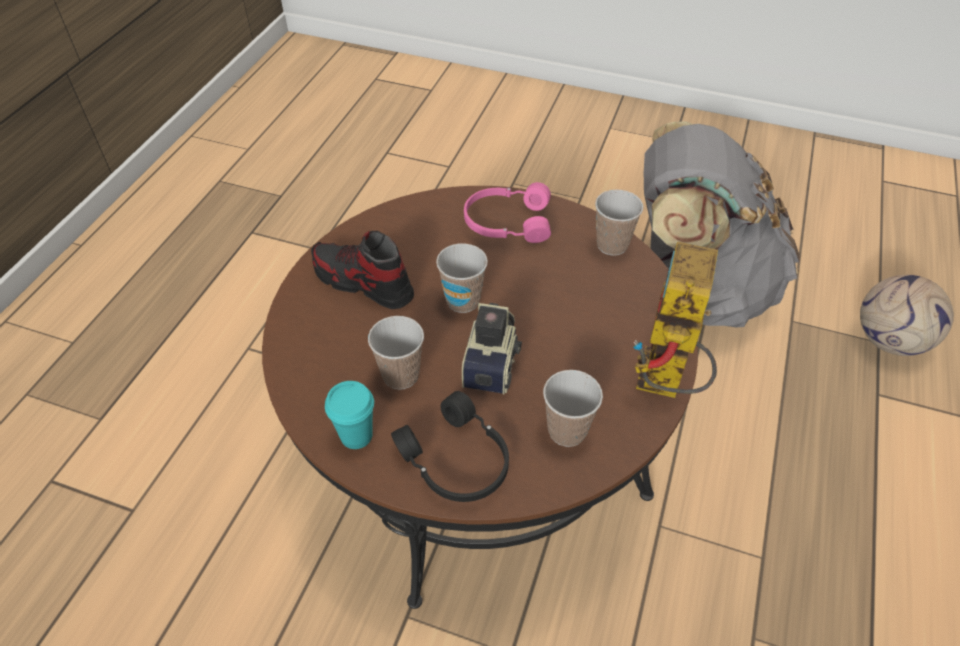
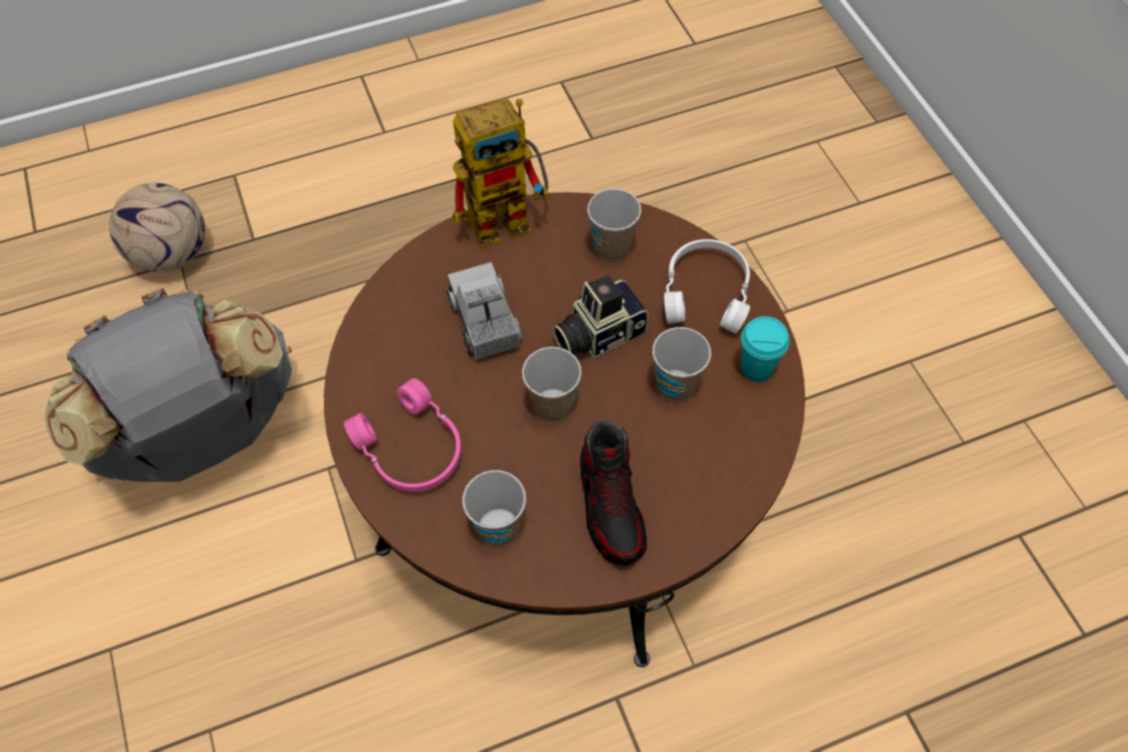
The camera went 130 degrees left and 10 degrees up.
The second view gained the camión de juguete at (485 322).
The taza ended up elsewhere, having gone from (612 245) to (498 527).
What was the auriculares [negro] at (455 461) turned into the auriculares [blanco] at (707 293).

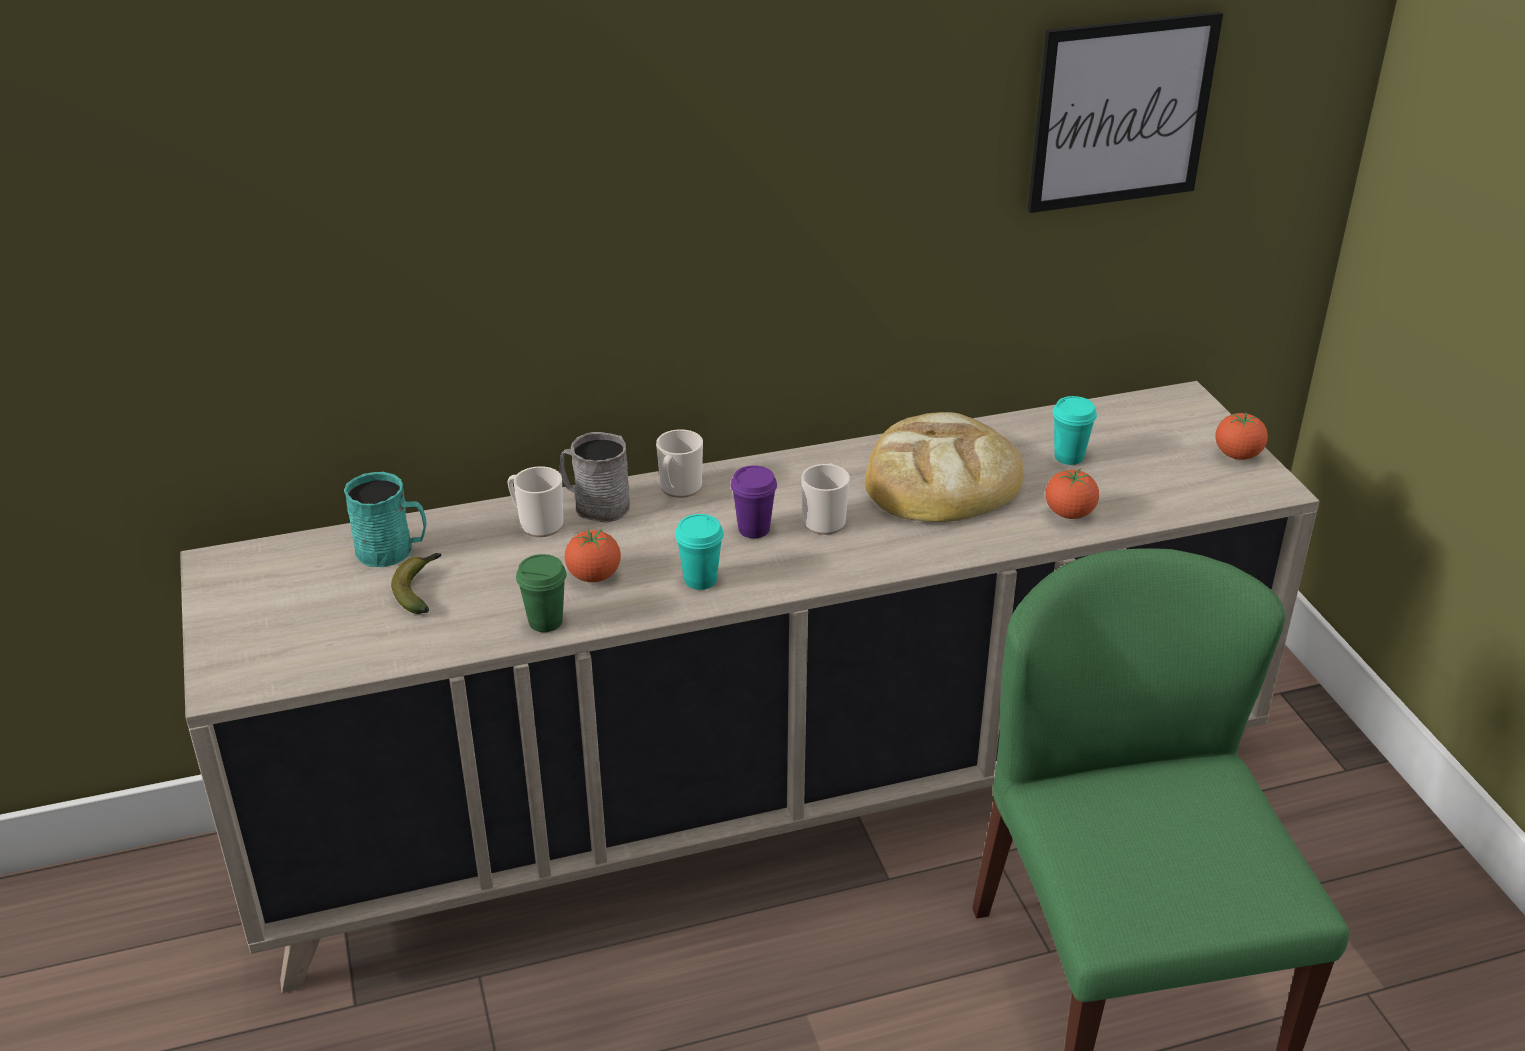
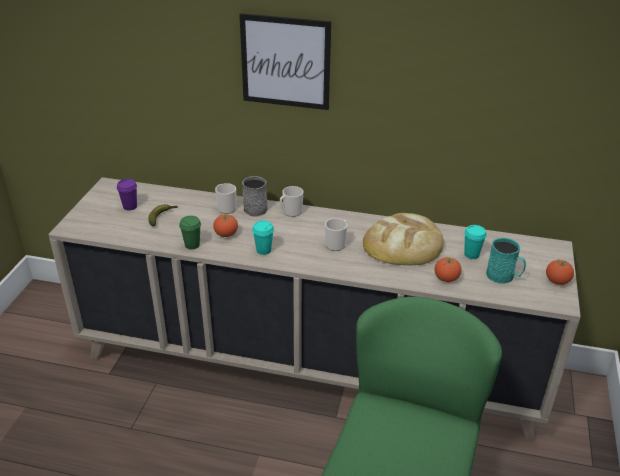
The camera went 30 degrees right and 0 degrees up.
The taza grande [turquesa] ended up elsewhere, having gone from (392 550) to (503 276).
The taza [morado] ended up elsewhere, having gone from (754 529) to (130 206).
The cuadro ended up elsewhere, having gone from (1121 112) to (285 62).

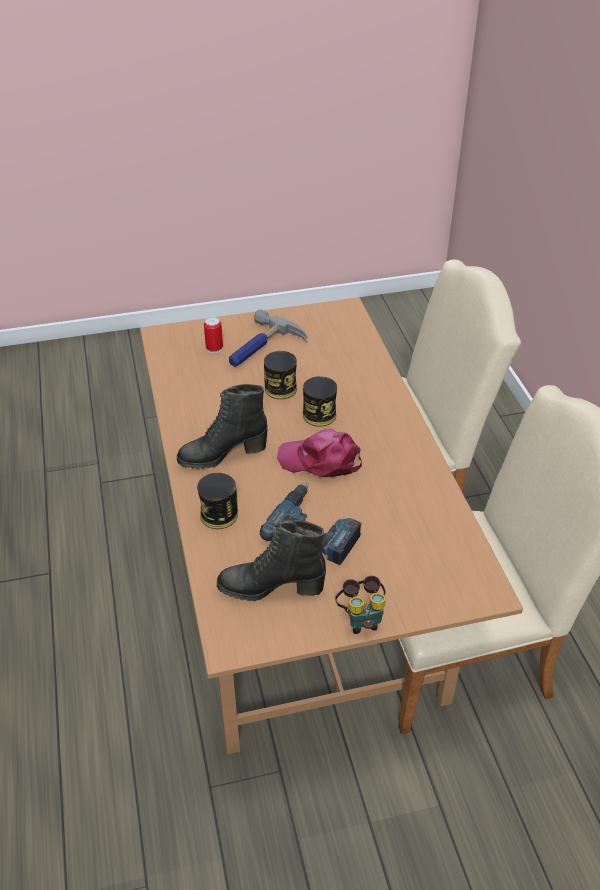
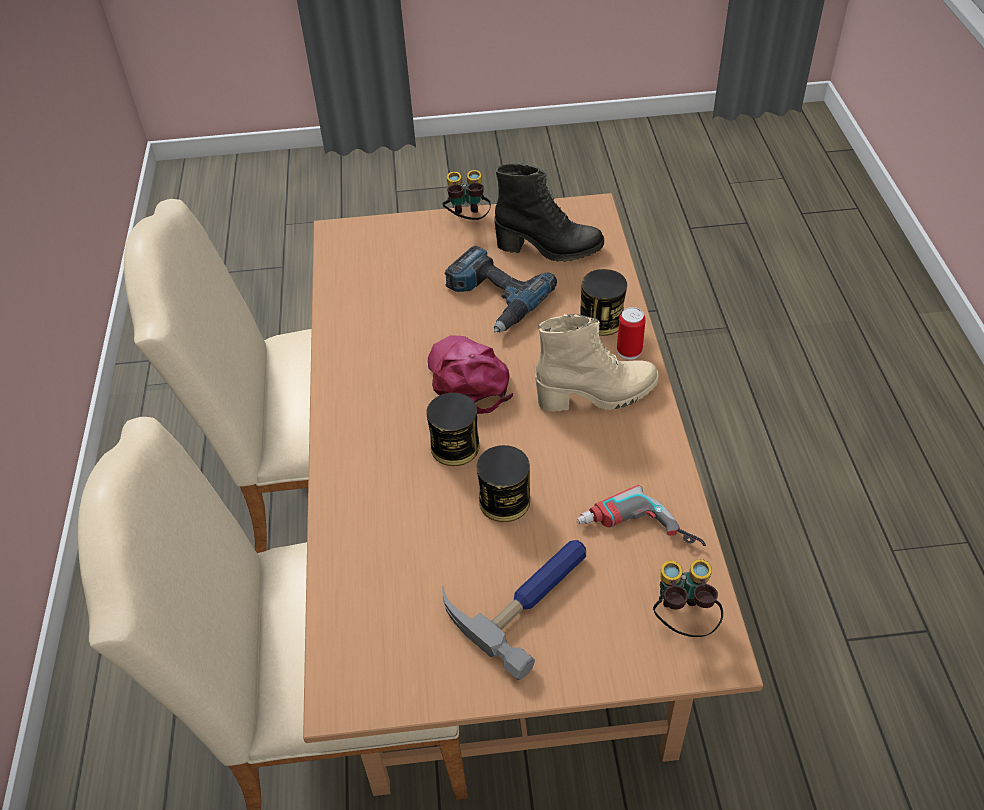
The camera went 170 degrees left and 5 degrees up.
The second view gained the taladro at (638 535).
The second view gained the prismáticos at (682 620).
The lata ended up elsewhere, having gone from (214 348) to (629 351).
What was the bota [negro] at (222 454) turned into the bota [beis] at (597 396).
The gorra [rosa] at (321 460) ended up facing another way, 135 degrees counterclockwise from before.

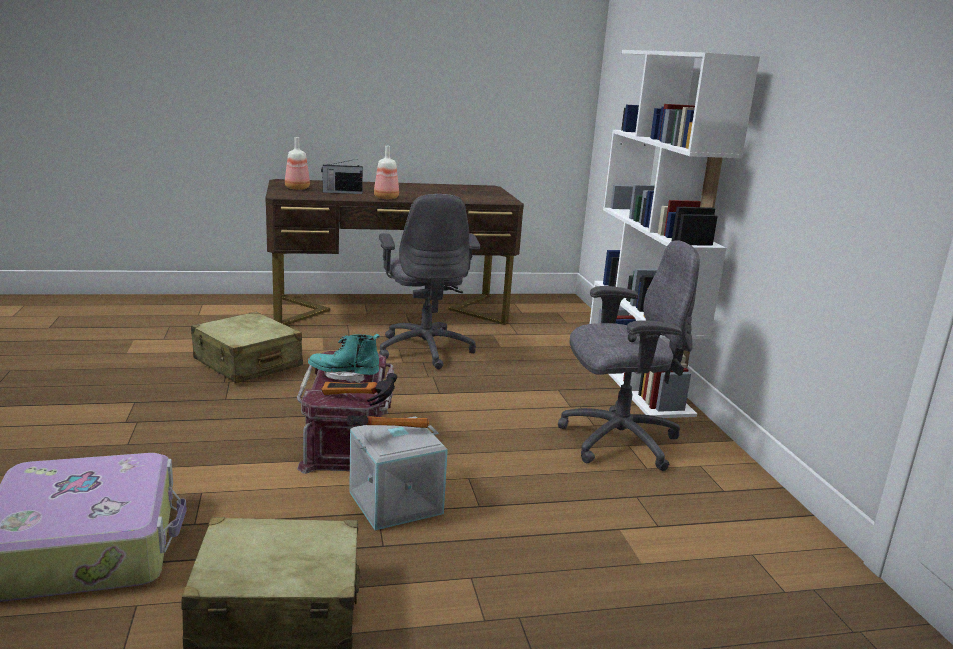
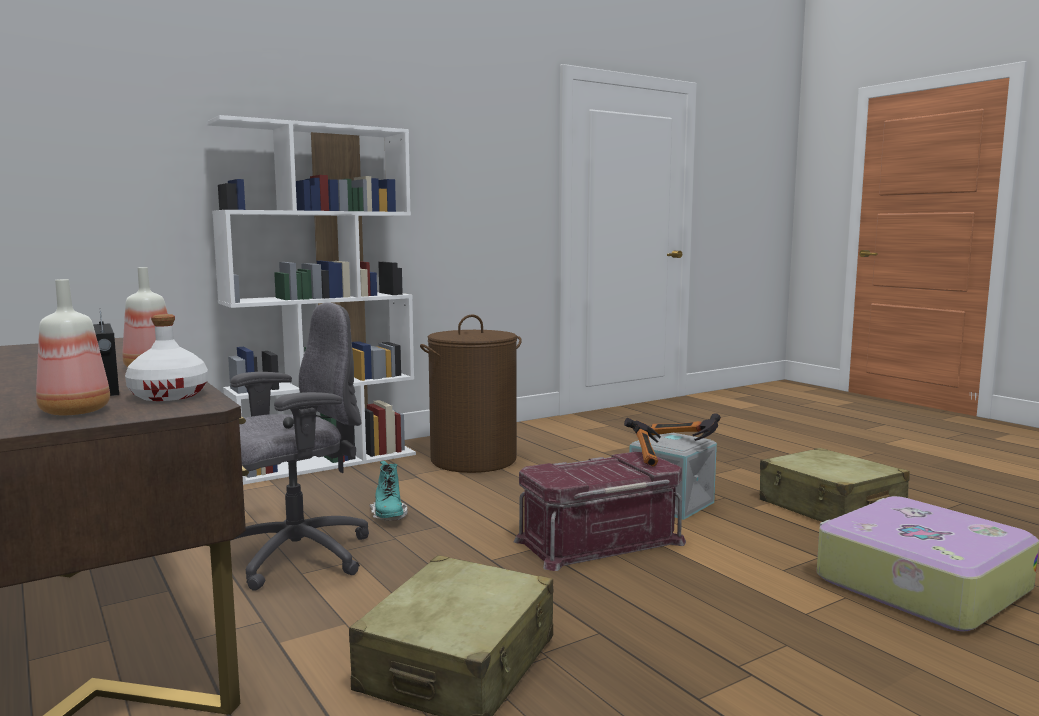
The camera went 110 degrees left and 10 degrees down.
The second view gained the botella [blanco] at (169 395).
The bota [turquesa] ended up elsewhere, having gone from (344 376) to (389 516).
Where the silla de oficina [gris] stood at (617 441), the cesto de la ropa [marrón] came to stand at (473 460).

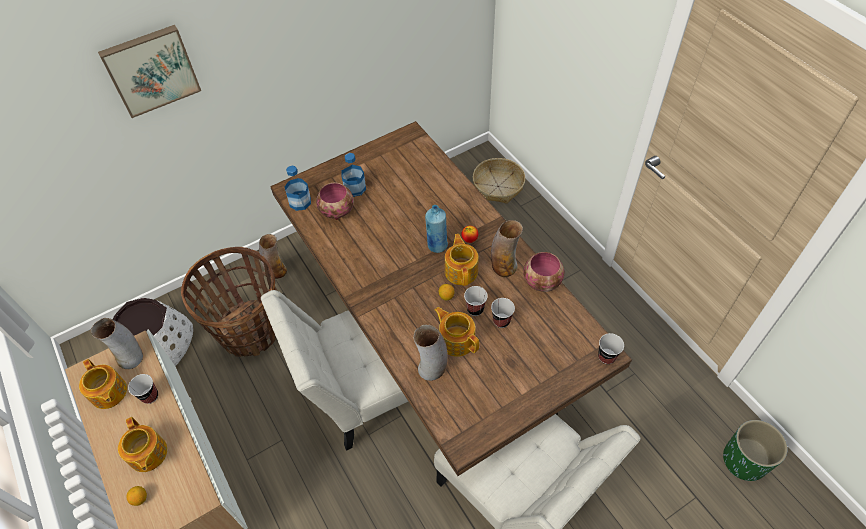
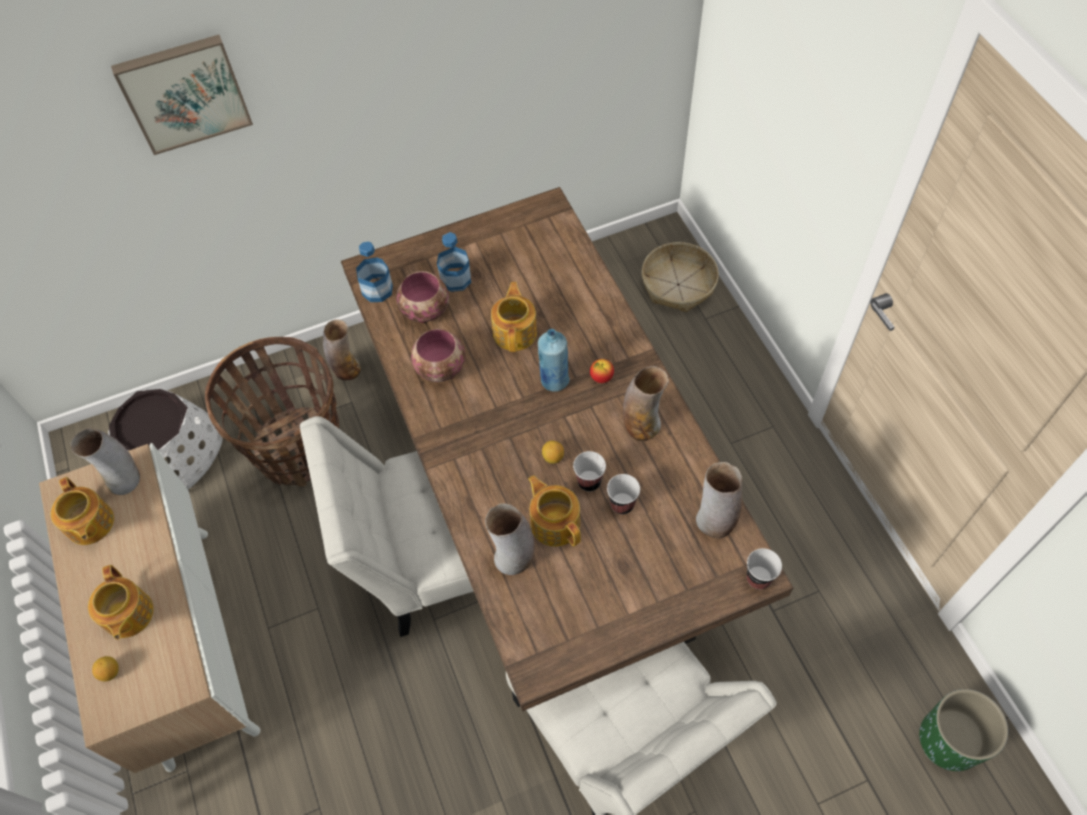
The camera went 10 degrees right and 5 degrees up.
The second view lost the taza at (150 396).
The second view gained the florero at (715 522).
The tetera ended up elsewhere, having gone from (461 270) to (515 332).
The cuenco ended up elsewhere, having gone from (543 282) to (442 369).

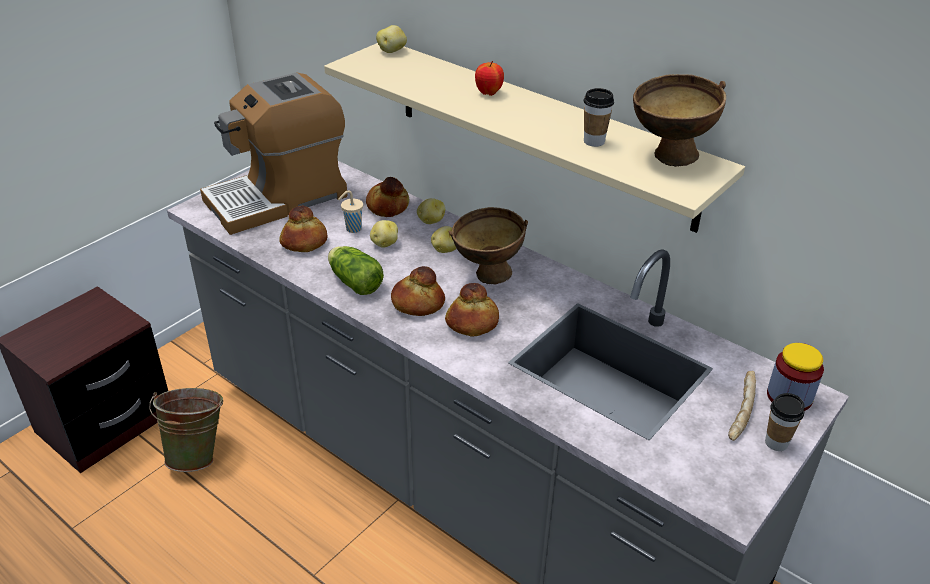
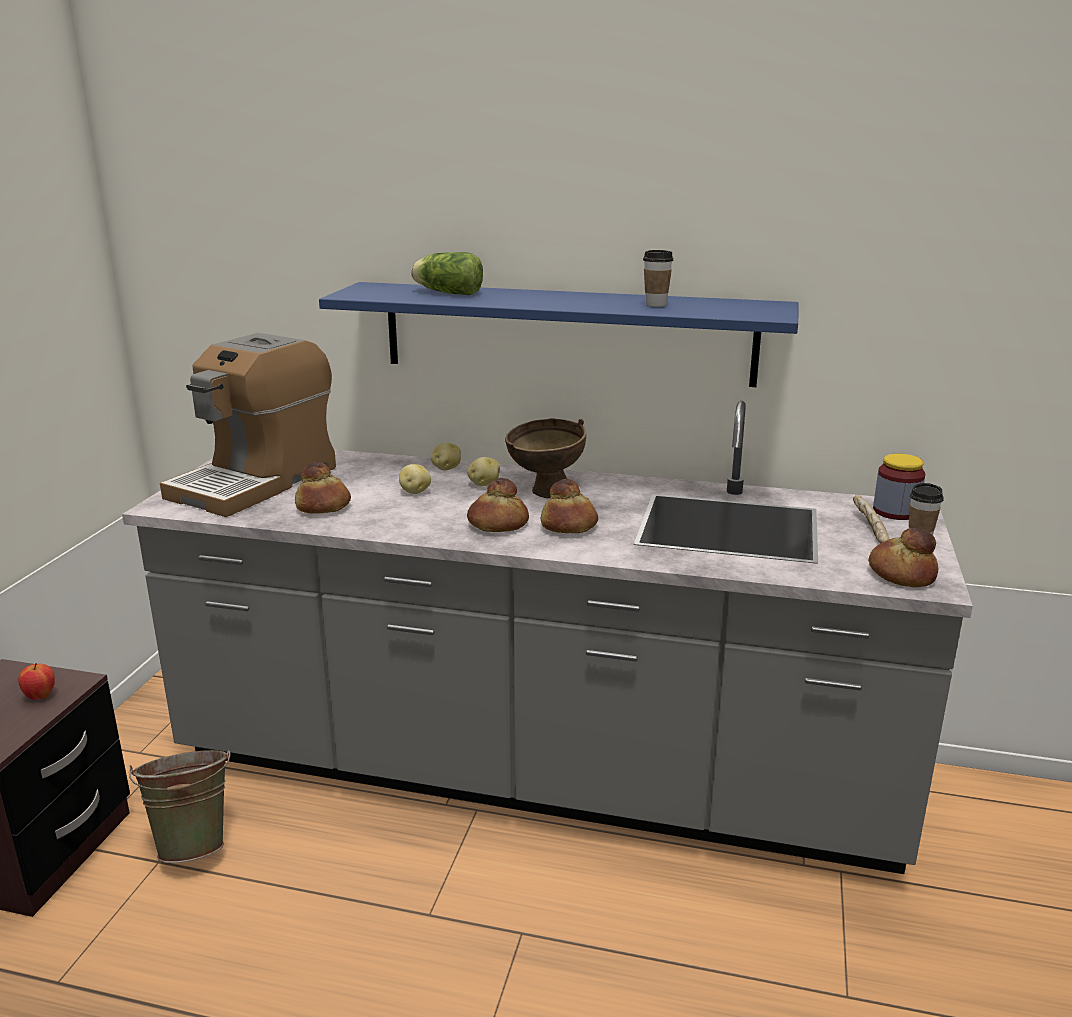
The camera went 25 degrees left and 15 degrees down.
The second view lost the taza [beis] at (352 229).
The second view lost the patata at (392 51).
The second view lost the cuenco [marrón] at (667 158).
The lechuga ended up elsewhere, having gone from (354 281) to (446 293).
The pan ended up elsewhere, having gone from (388 206) to (902 574).
The manzana ended up elsewhere, having gone from (488 93) to (40 696).
What was the estante [beis] at (540 132) turned into the estante [azul] at (566 333).

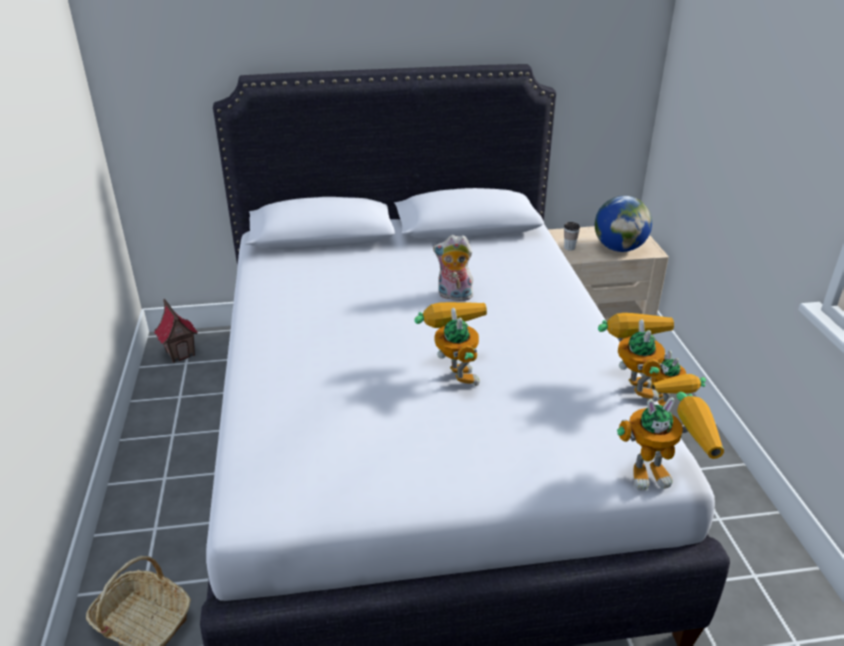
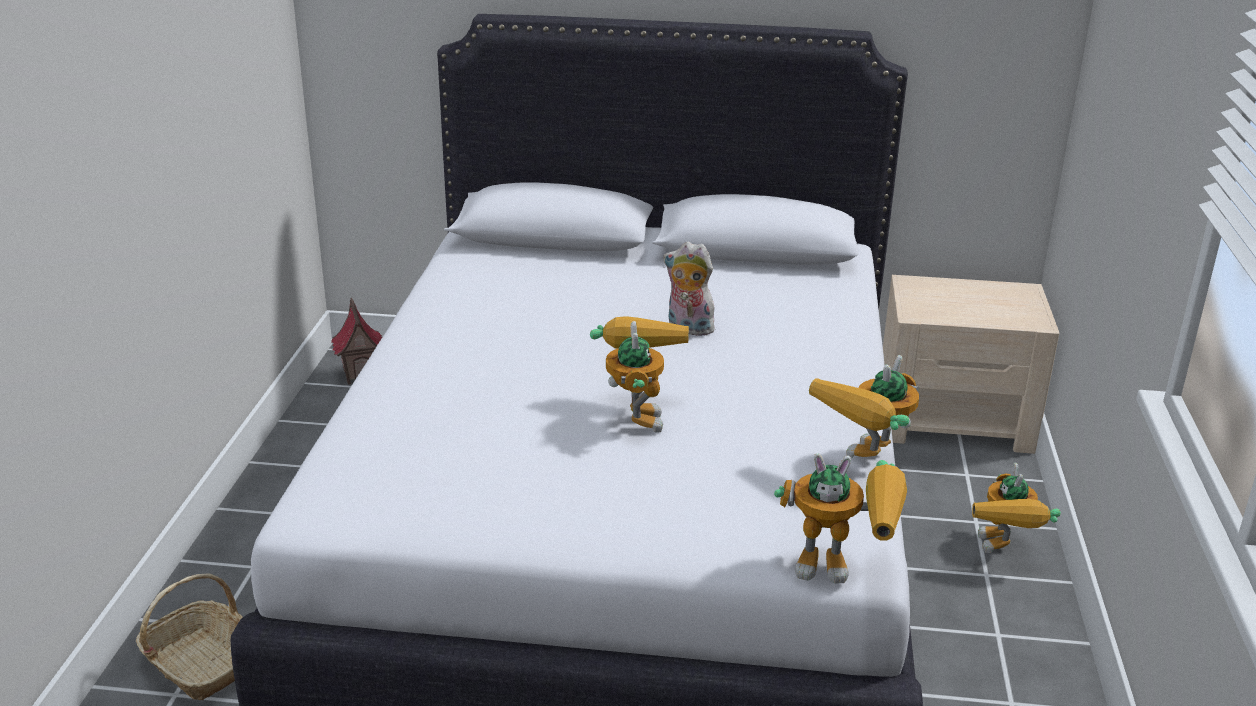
The camera went 15 degrees right and 5 degrees down.
The second view lost the taza at (569 247).
The second view lost the globo terráqueo at (619 248).
The robot de juguete at (631 384) ended up facing another way, 150 degrees counterclockwise from before.

